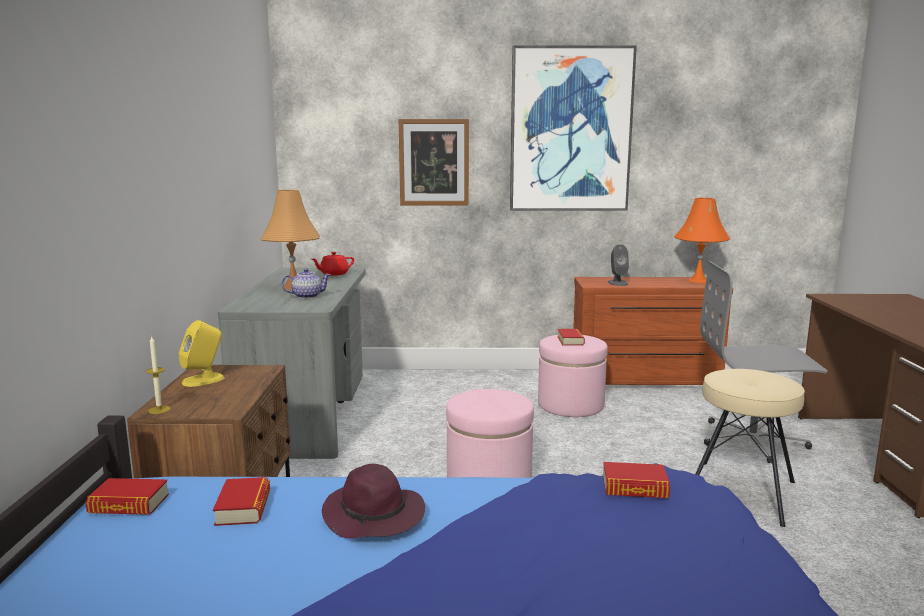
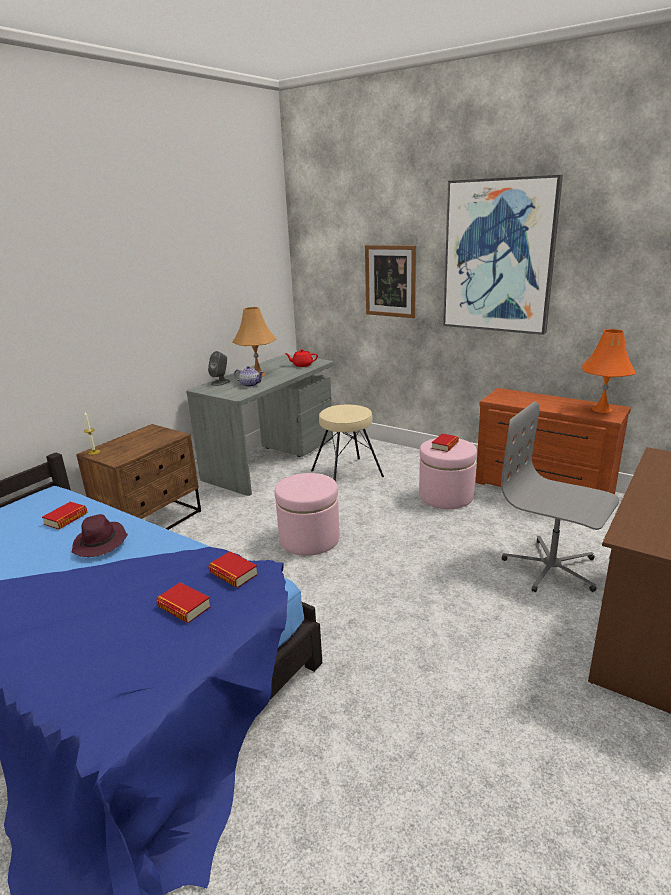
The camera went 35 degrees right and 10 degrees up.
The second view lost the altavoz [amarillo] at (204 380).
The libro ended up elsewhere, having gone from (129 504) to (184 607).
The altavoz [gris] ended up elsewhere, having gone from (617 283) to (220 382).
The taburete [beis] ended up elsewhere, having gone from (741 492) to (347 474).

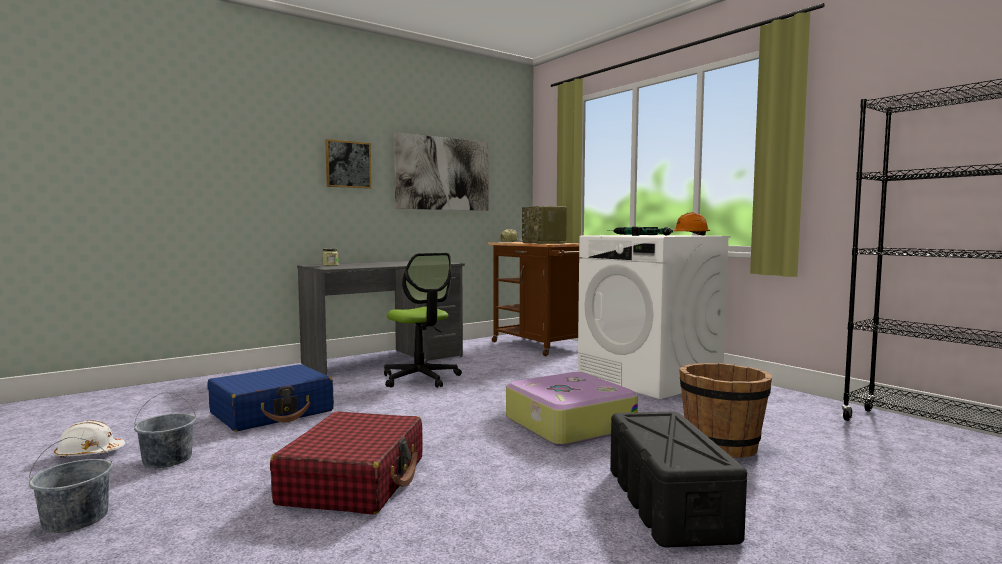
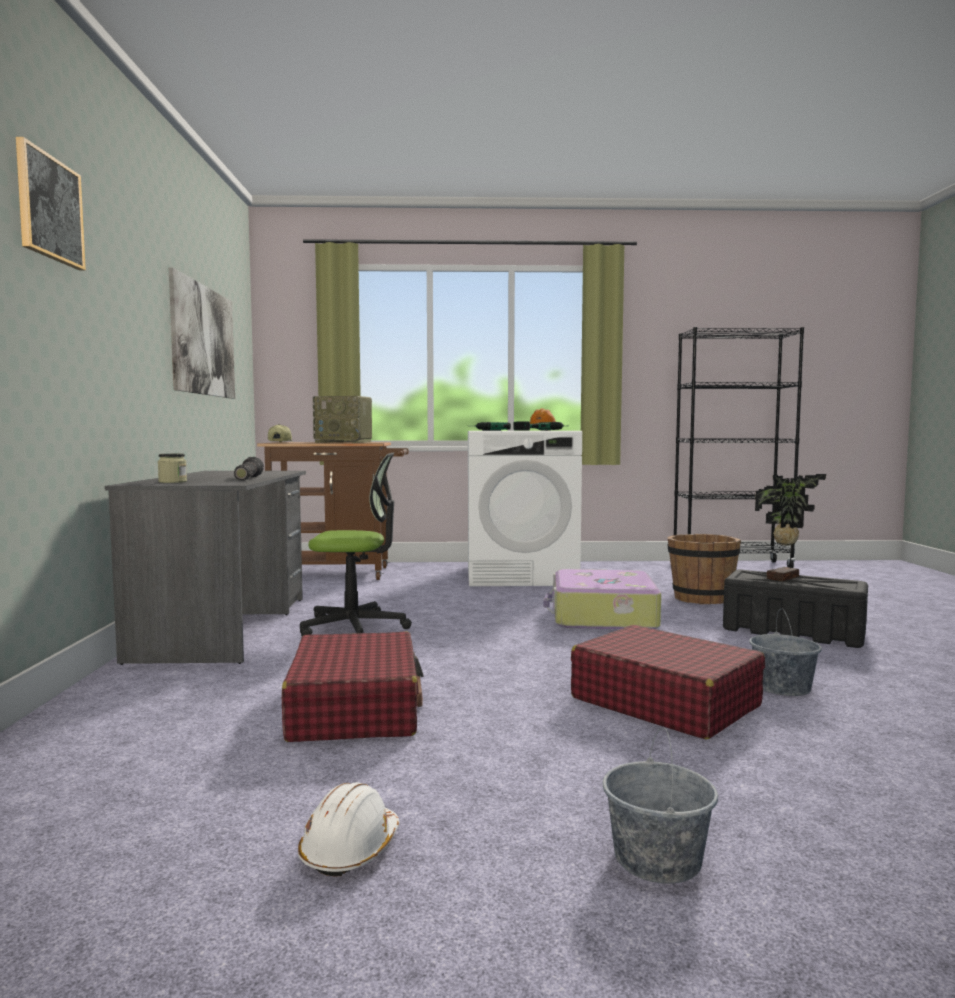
The camera went 55 degrees left and 0 degrees up.
The second view gained the linterna at (247 478).
The second view gained the planta en maceta at (785 578).
The cubo [gris] ended up elsewhere, having gone from (167 460) to (783 687).
The cuadro ended up elsewhere, having gone from (348 164) to (49 208).
What was the maleta [azul] at (272 412) turned into the maleta [rojo] at (355 708).

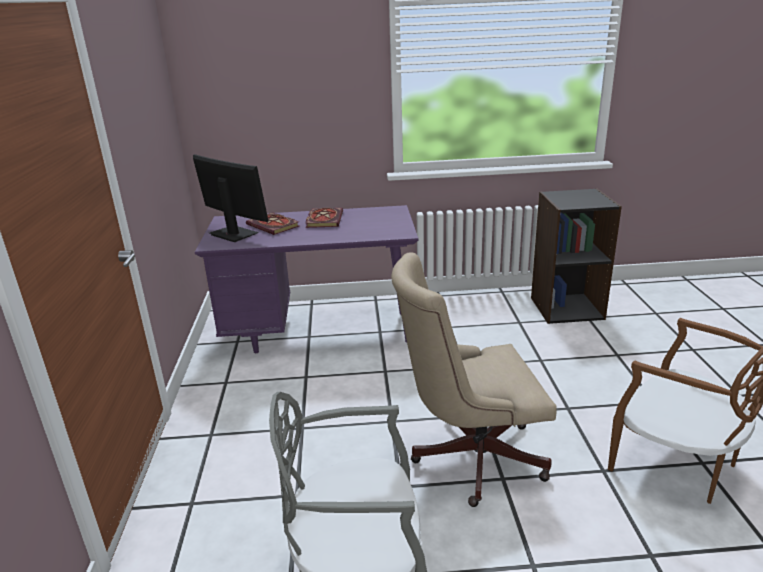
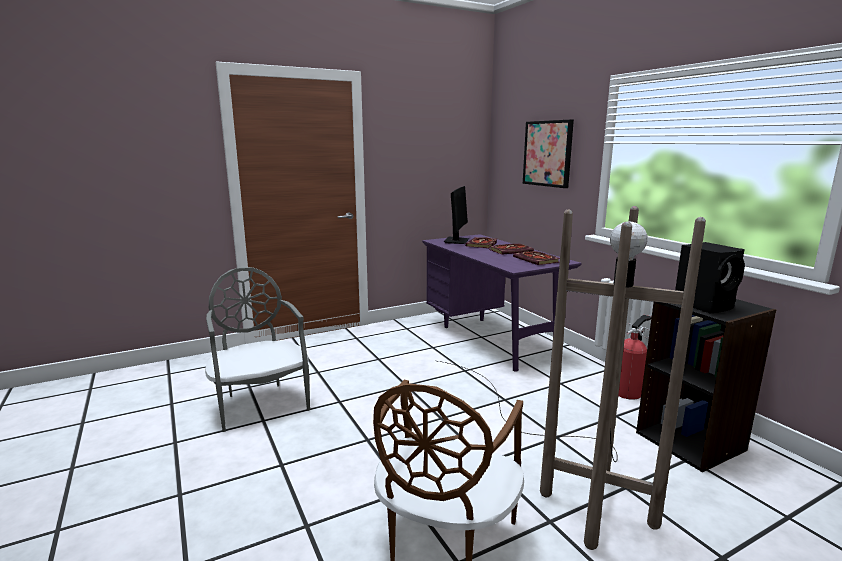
The camera went 65 degrees right and 10 degrees down.
The second view lost the silla de oficina [beis] at (469 457).
The second view gained the lámpara de pie [marrón] at (555 456).
The second view gained the libro at (537 260).
The second view gained the cuadro at (548 153).
The second view gained the extintor at (628 392).
The second view gained the altavoz [negro] at (705 305).

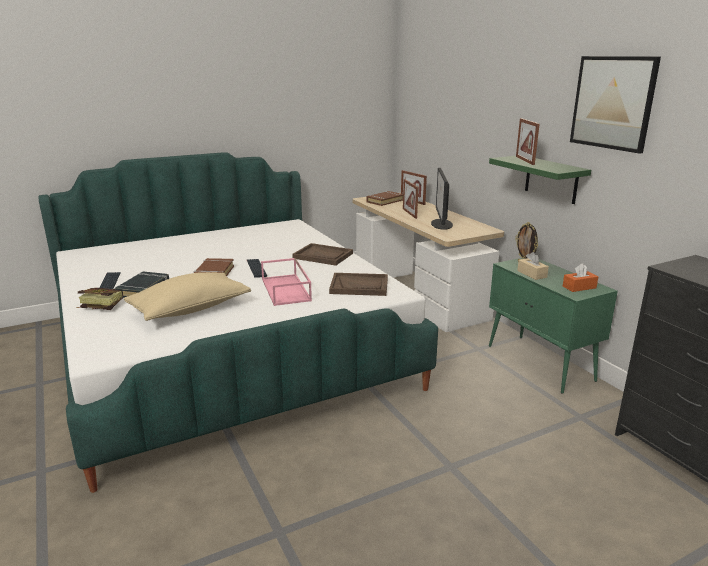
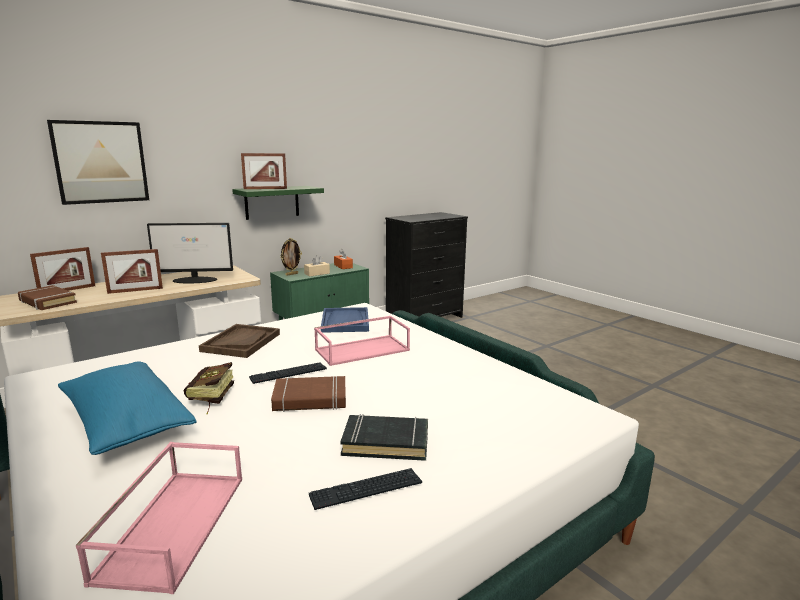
The camera went 100 degrees left and 5 degrees down.
The second view lost the cojín [beis] at (190 309).
The second view gained the cojín [azul] at (126 423).
The second view gained the bandeja [rosa] at (173 524).
The libro ended up elsewhere, having gone from (99 307) to (209 399).
The cuadro ended up elsewhere, having gone from (612 103) to (101 162).
What was the bandeja [marrón] at (359 286) turned into the bandeja [azul] at (345 321).

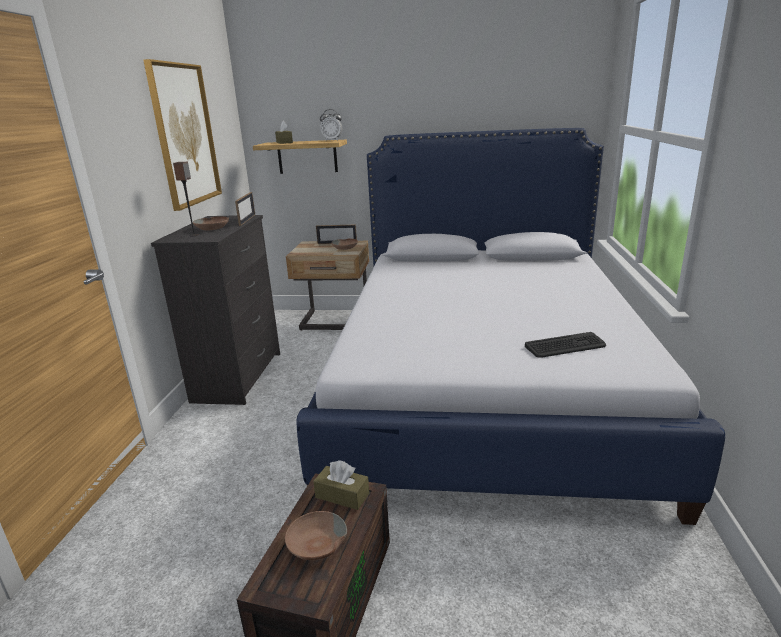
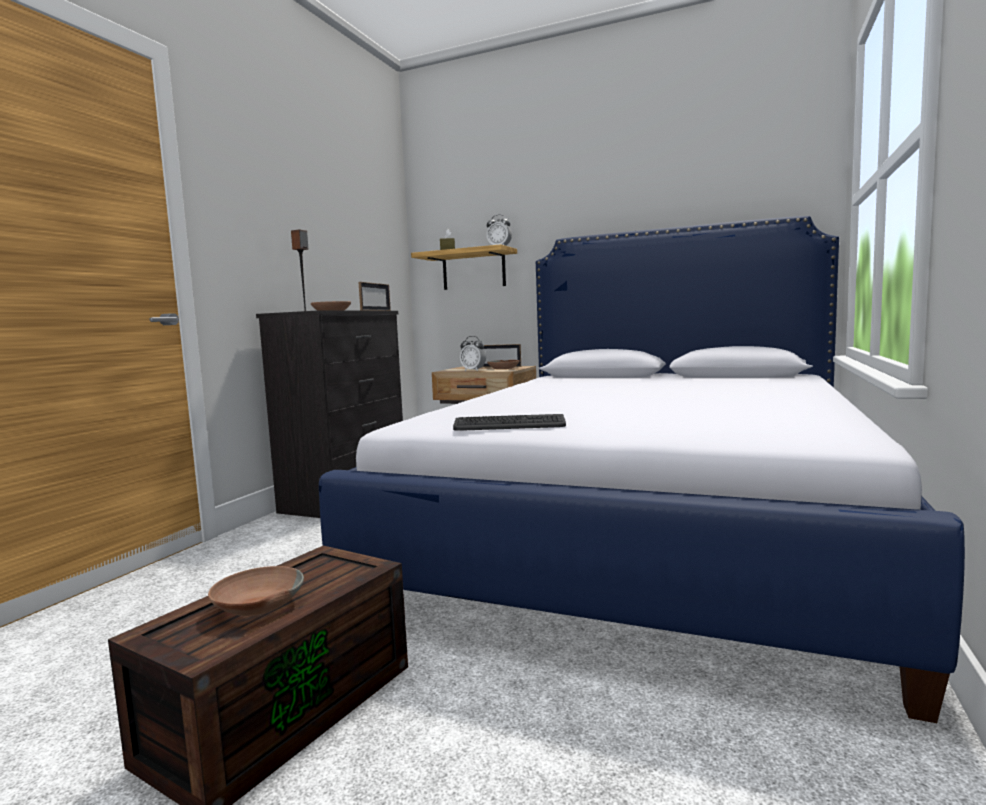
The camera went 15 degrees right and 15 degrees down.
The second view lost the cuadro at (184 135).
The second view lost the caja de pañuelos [marrón] at (342 495).
The second view gained the despertador at (473 370).
The teclado ended up elsewhere, having gone from (565 346) to (509 425).

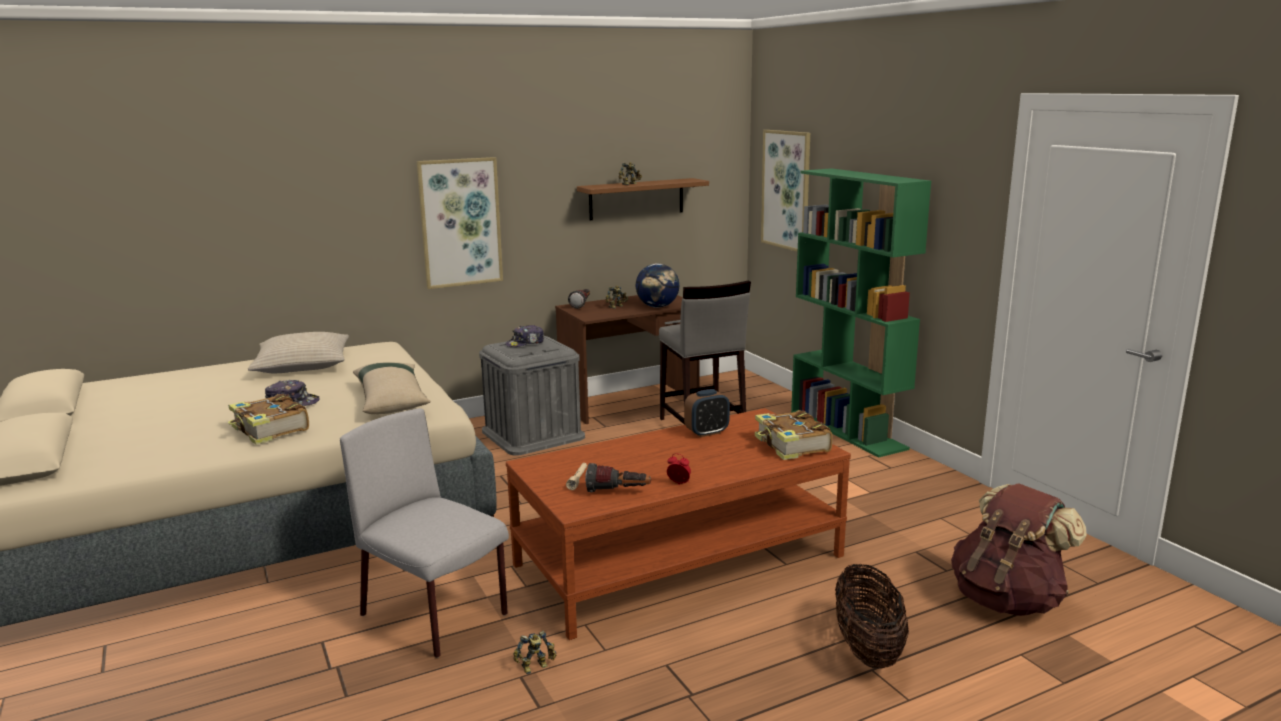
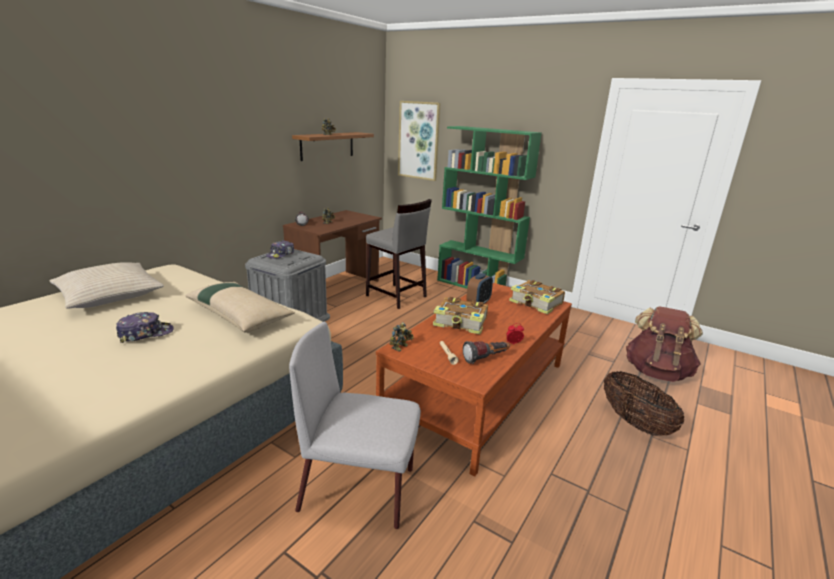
The camera went 30 degrees left and 5 degrees up.
The second view lost the cuadro at (460 222).
The second view lost the globo terráqueo at (657 307).
The libro ended up elsewhere, having gone from (270 430) to (461 323).
The robot de juguete ended up elsewhere, having gone from (536 667) to (401 347).

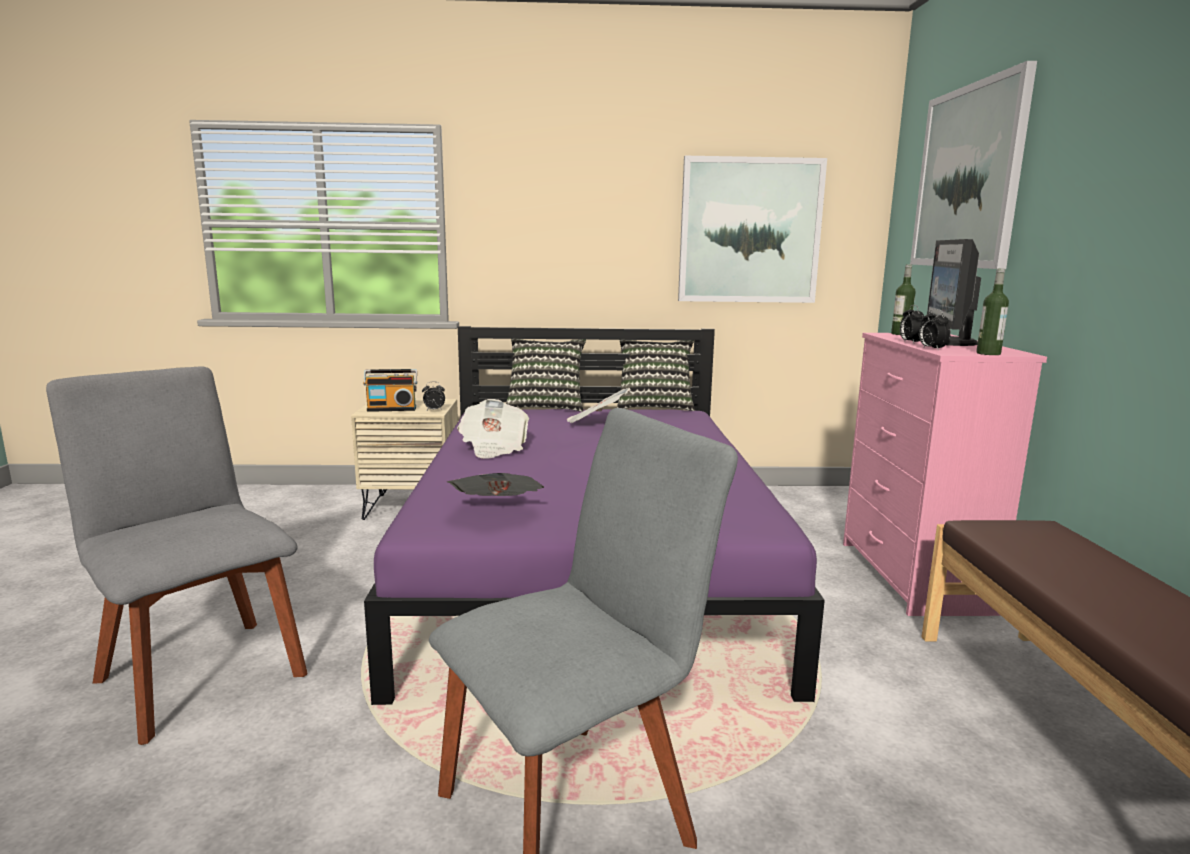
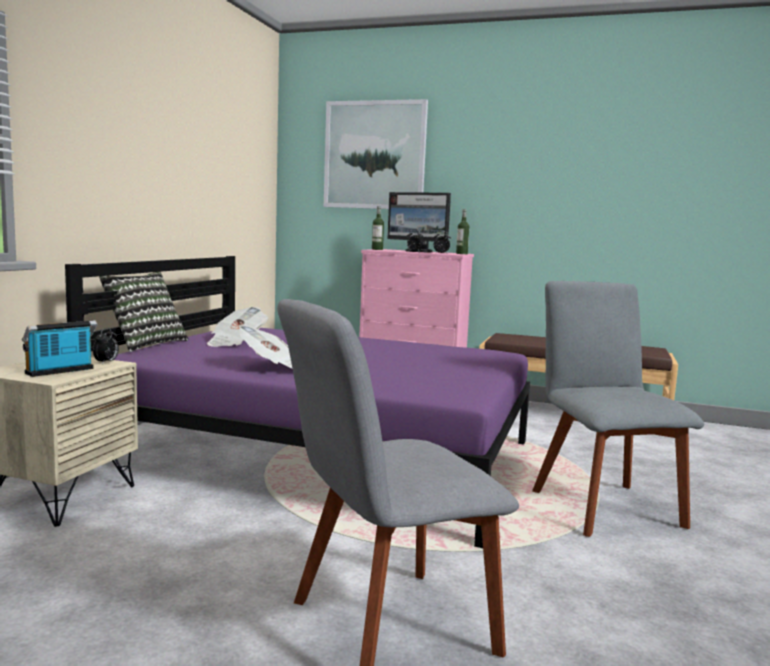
The camera went 70 degrees left and 5 degrees down.
The second view lost the periódico at (498 511).
The second view lost the cojín at (654 406).
The second view lost the cuadro at (750 231).
The radio at (392 409) ended up facing another way, 150 degrees counterclockwise from before.

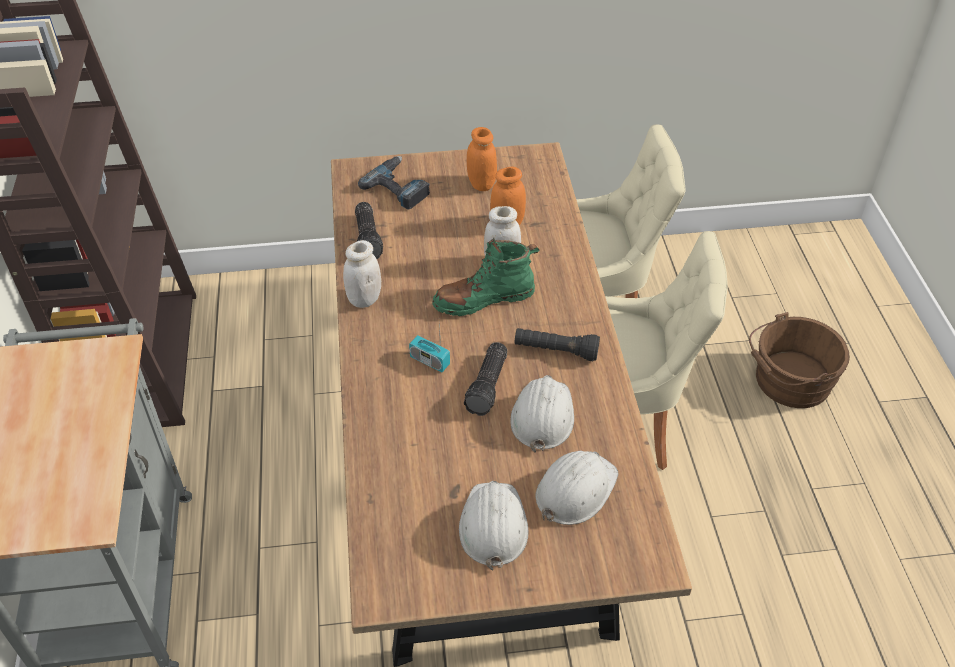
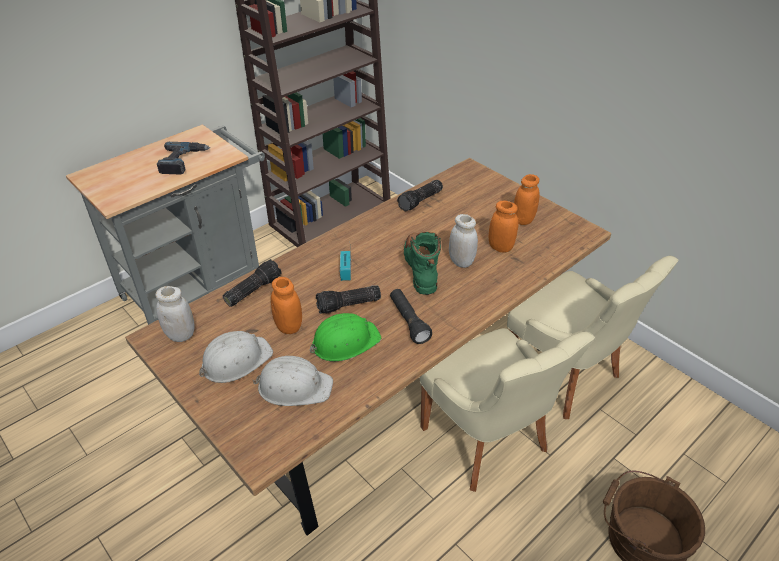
The camera went 55 degrees right and 5 degrees down.
The second view gained the linterna at (253 289).
The second view gained the tarro [naranja] at (289 326).
The tarro [blanco] ended up elsewhere, having gone from (364 299) to (181 335).
The taladro ended up elsewhere, having gone from (399 187) to (183 161).
What was the casco [blanco] at (542 416) turned into the casco [verde] at (344 341).
The bota [verde] at (484 299) ended up facing another way, 45 degrees clockwise from before.

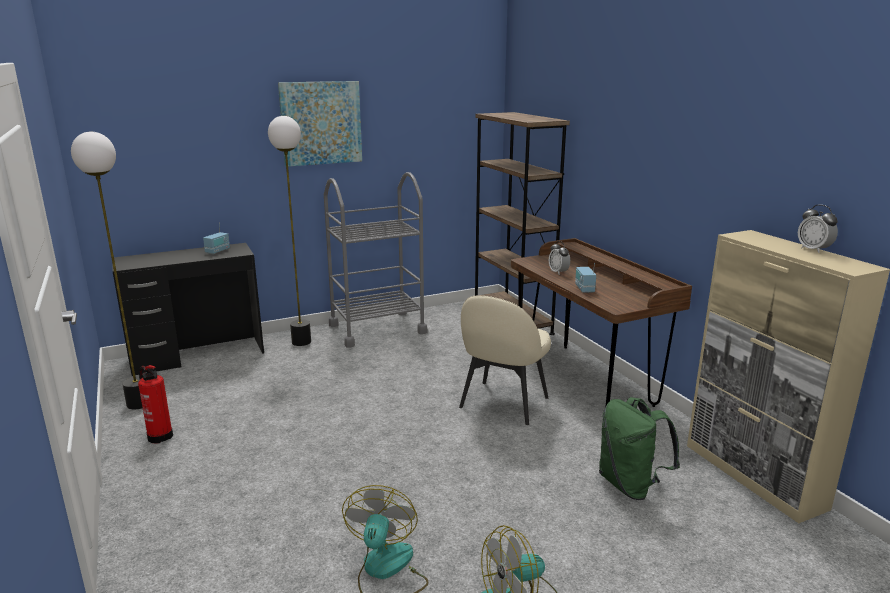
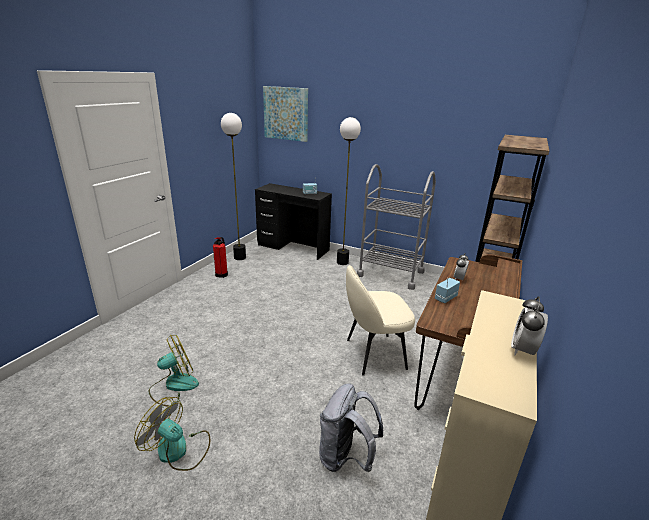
The camera went 50 degrees right and 5 degrees up.
The cuadro ended up elsewhere, having gone from (321 123) to (286 113).
What was the mochila [verde] at (630 485) turned into the mochila [gris] at (345 457).

